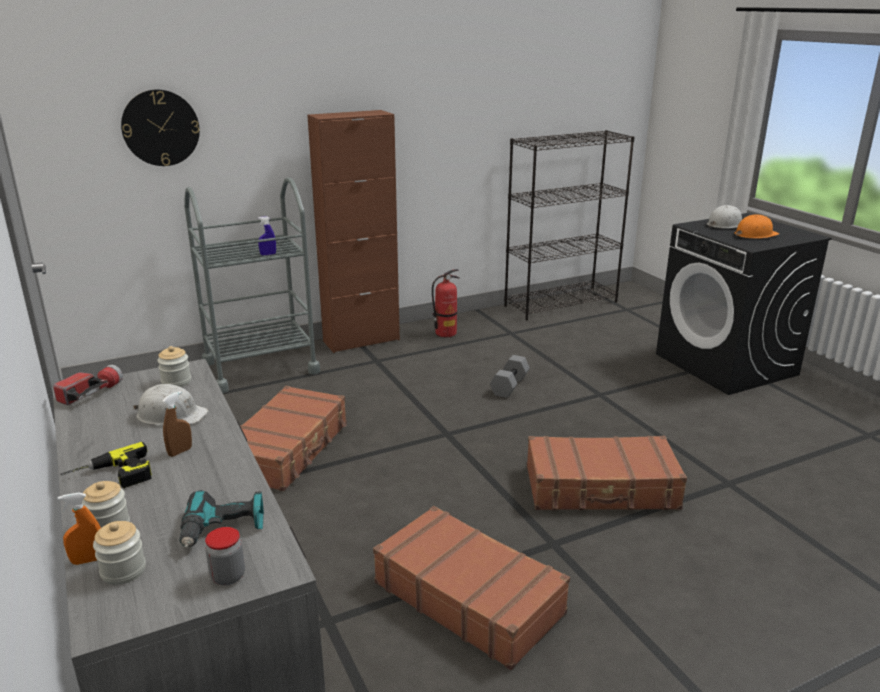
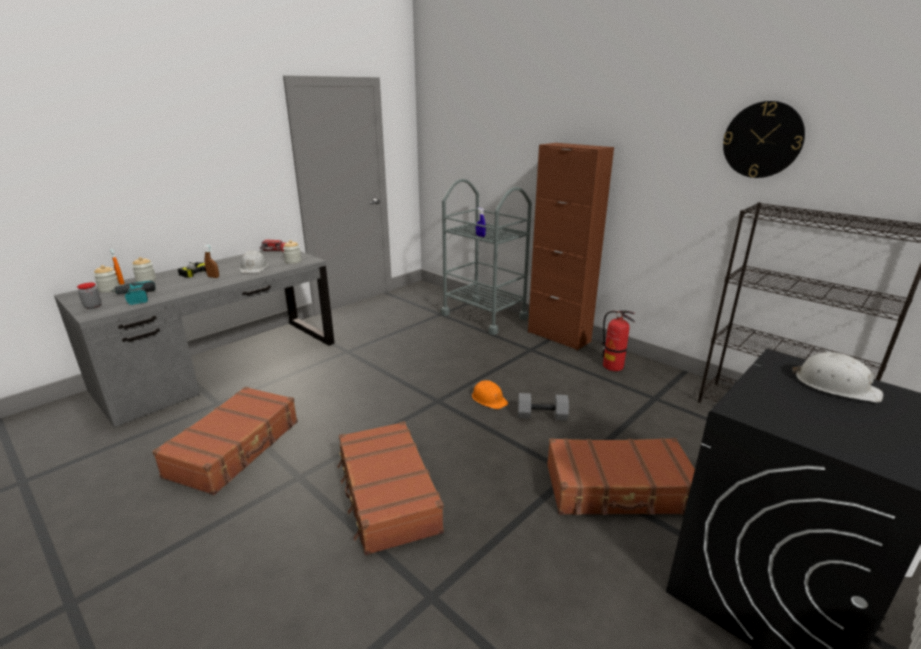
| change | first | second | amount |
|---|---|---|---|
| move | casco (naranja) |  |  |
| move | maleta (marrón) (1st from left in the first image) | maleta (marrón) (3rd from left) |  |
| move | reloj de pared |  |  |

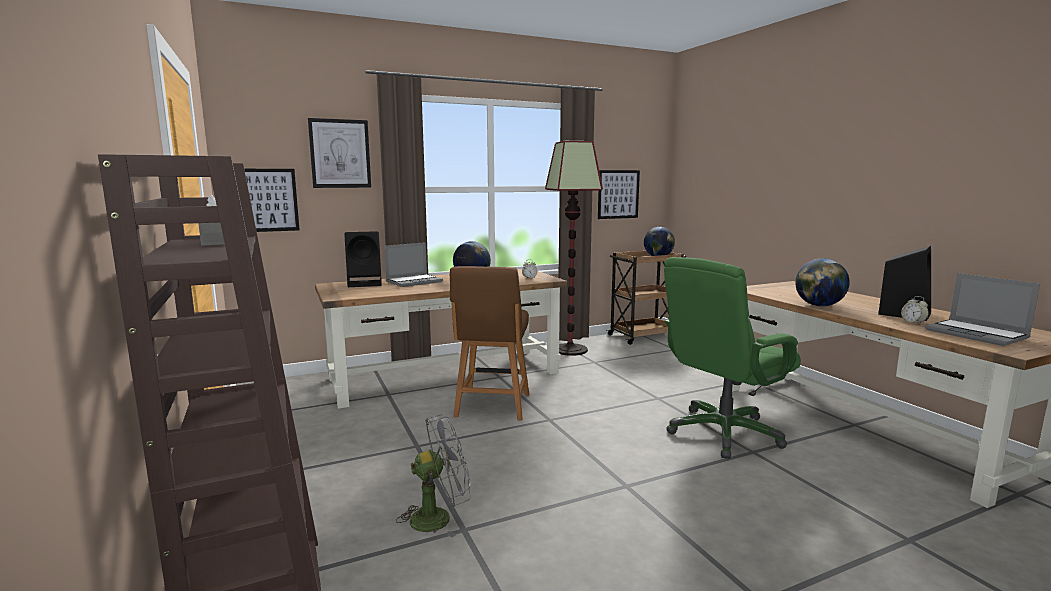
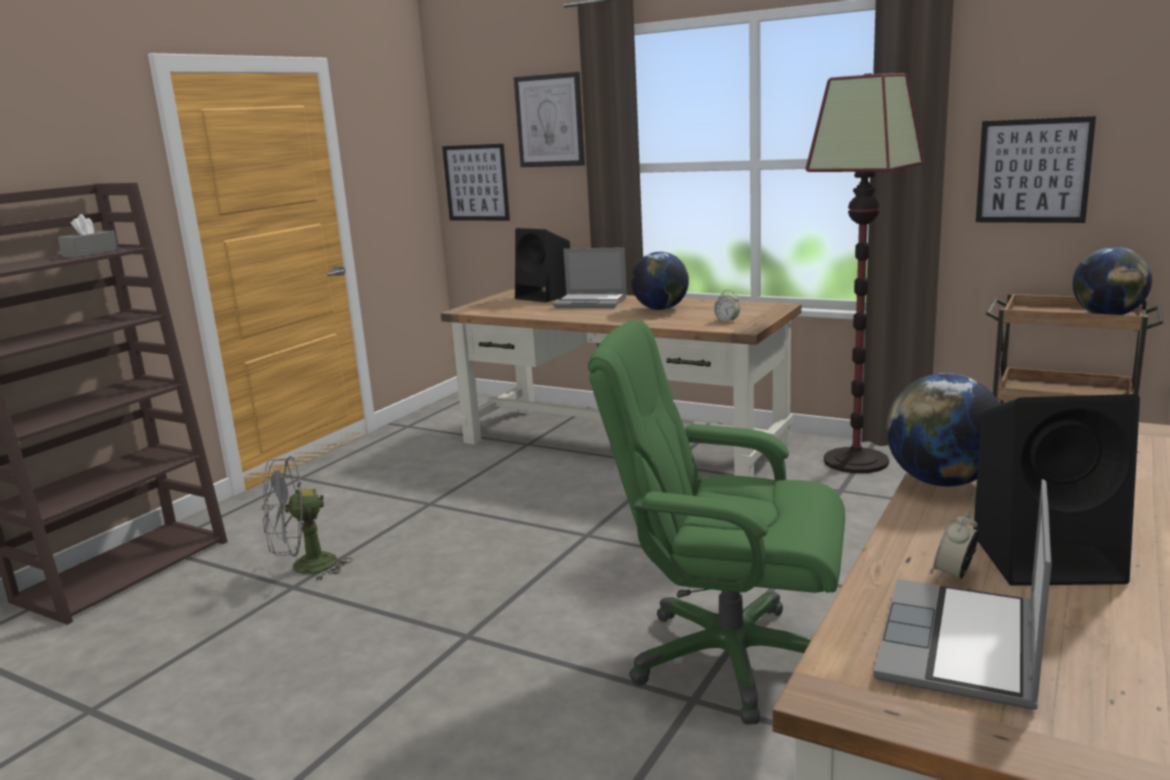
| change | first | second | amount |
|---|---|---|---|
| rotate | ventilador (gris) |  | 120 degrees clockwise |
| delete | silla (marrón) |  |  |

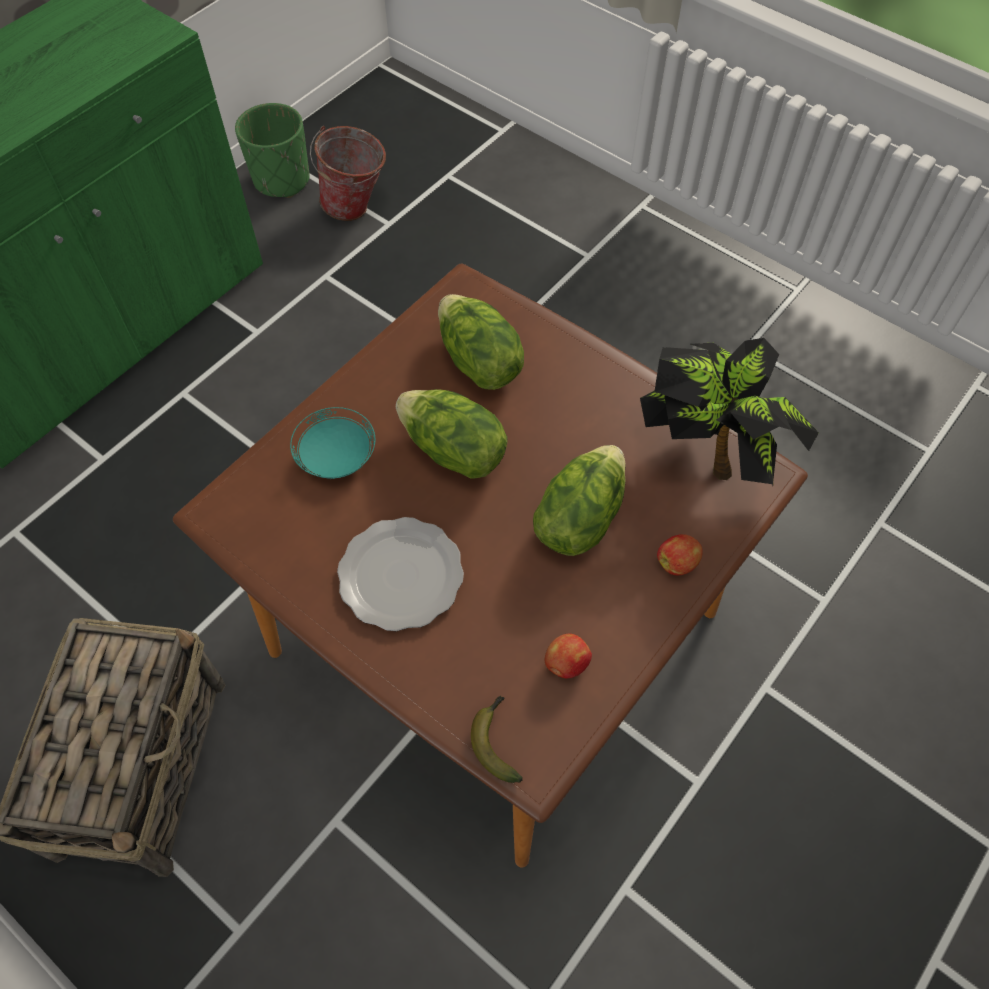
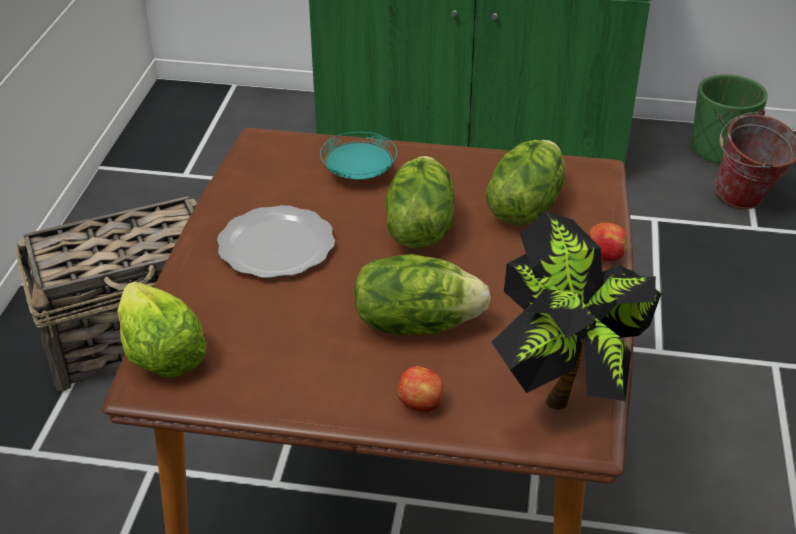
| change | first | second | amount |
|---|---|---|---|
| replace | plátano | lechuga (1st from left) |  |
| move | manzana (1st from left in the first image) | manzana (2nd from left) |  |

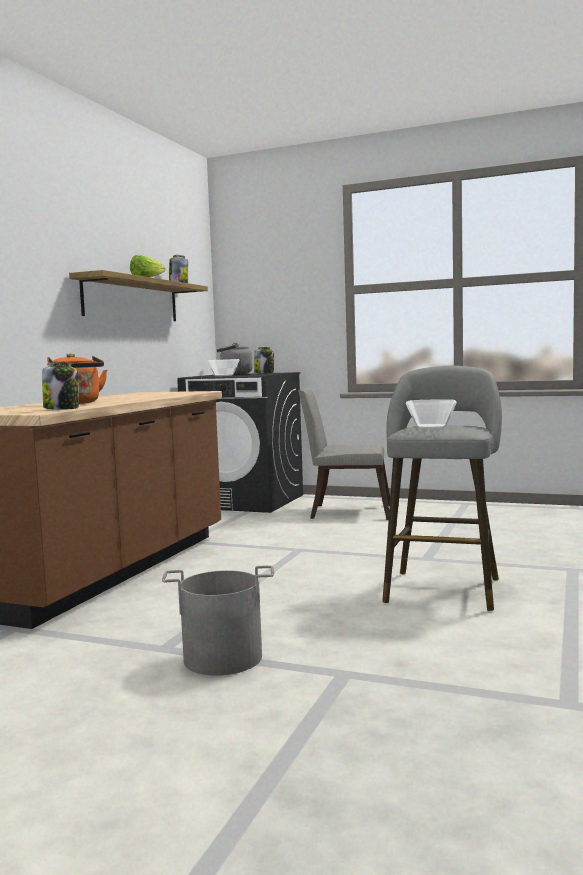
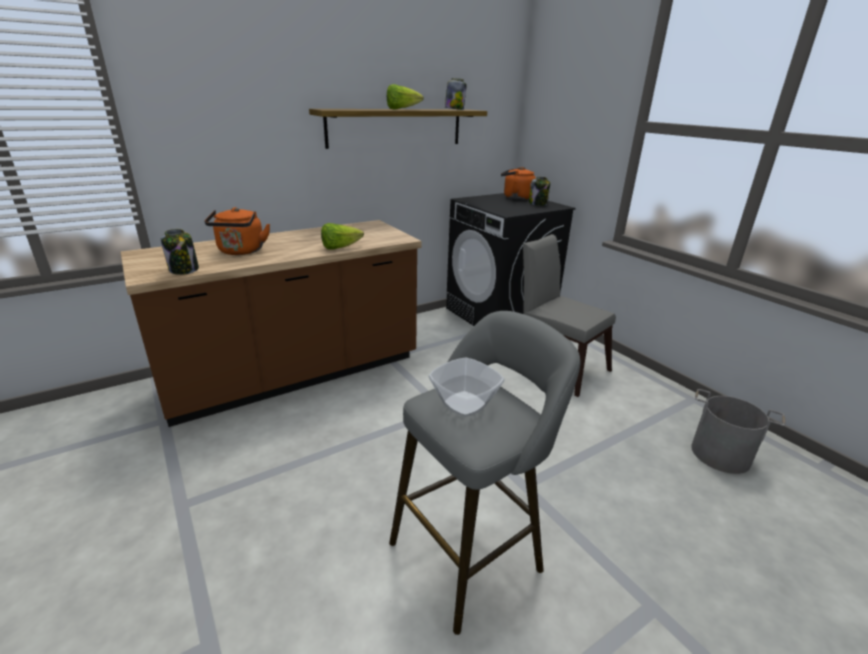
| change | first | second | amount |
|---|---|---|---|
| insert |  | lechuga (1st from left) |  |
| recolor | hervidor (gris) | hervidor (naranja) (2nd from left) |  |
| move | cubo (gris) |  |  |
| delete | cuenco (1st from left) |  |  |

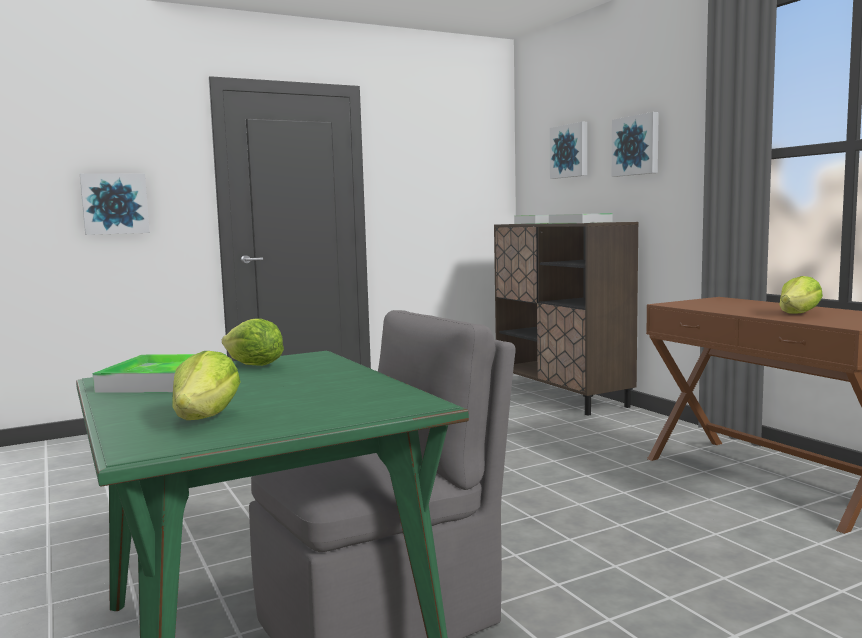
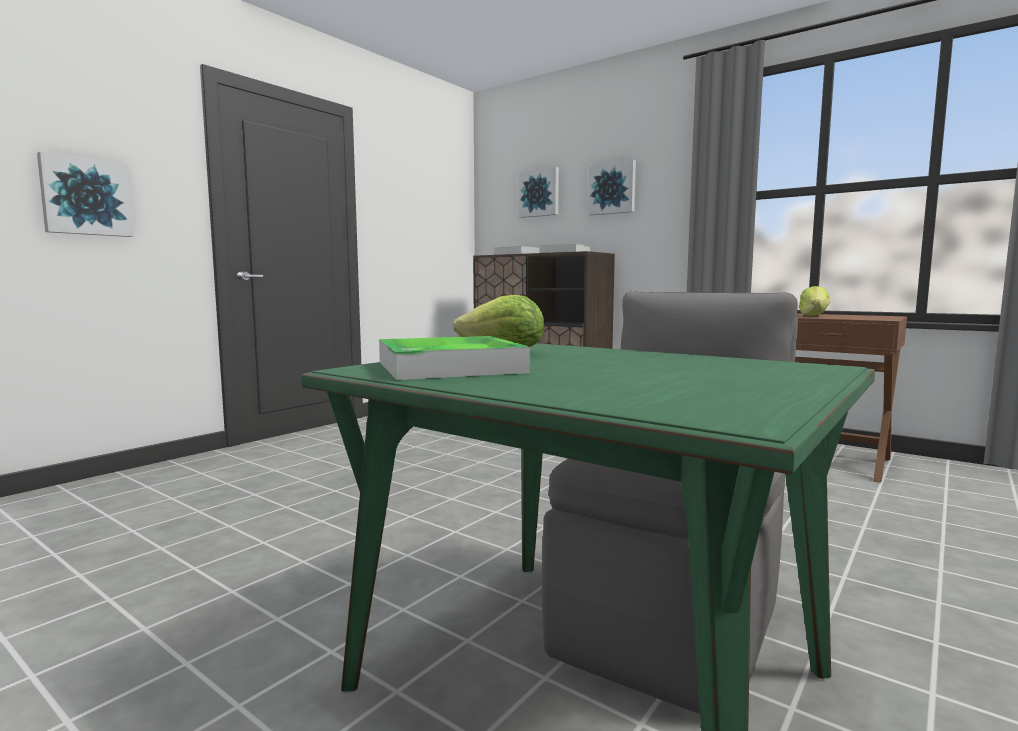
| change | first | second | amount |
|---|---|---|---|
| delete | lechuga (1st from left) |  |  |

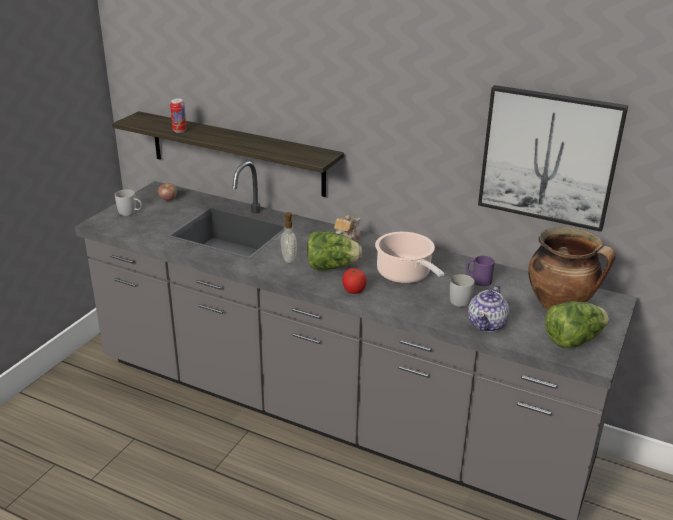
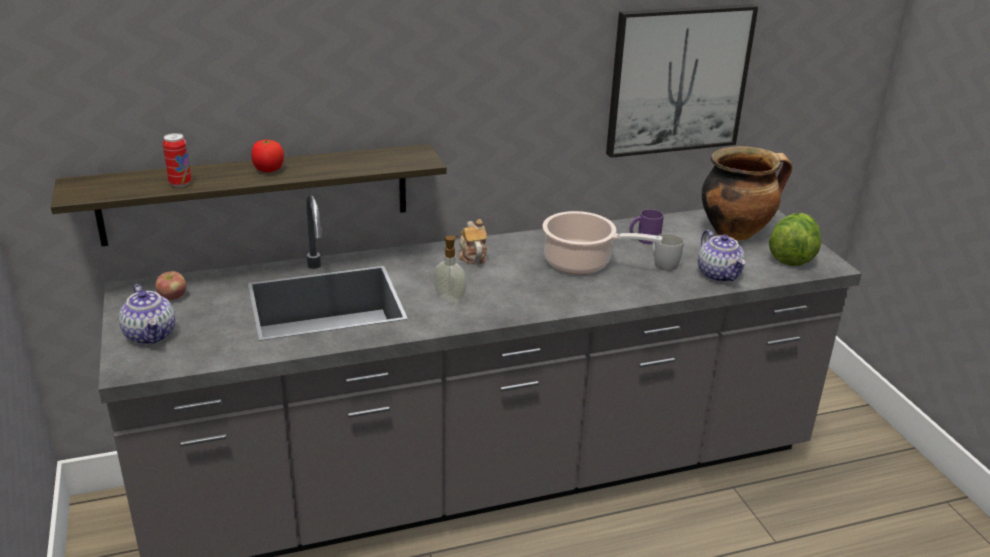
| change | first | second | amount |
|---|---|---|---|
| replace | taza grande (blanco) (1st from left) | tetera (1st from left) |  |
| move | tomate |  |  |
| delete | lechuga (1st from left) |  |  |

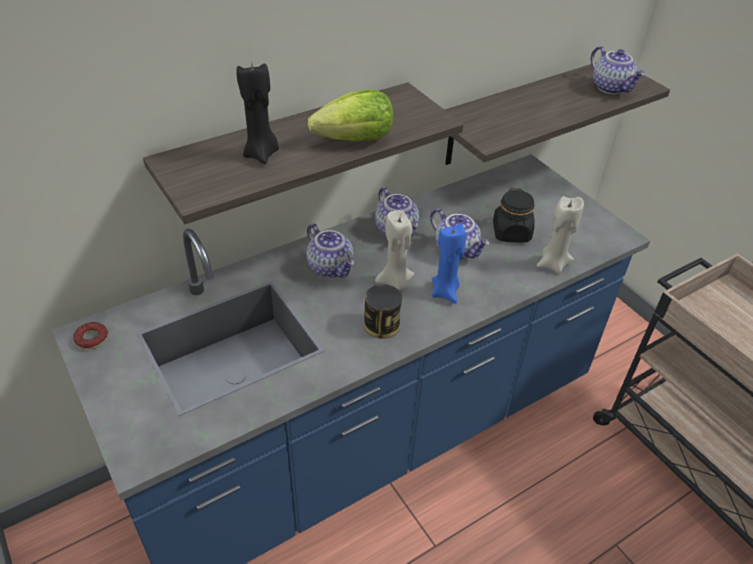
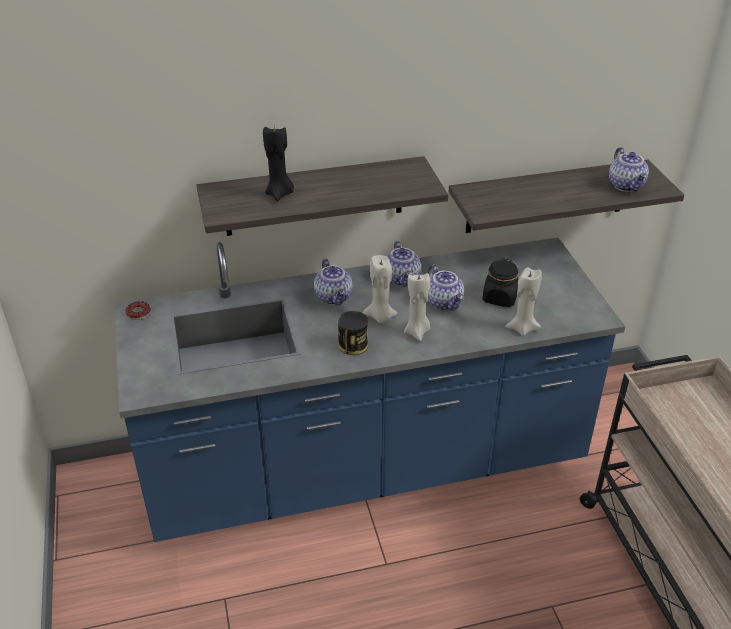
| change | first | second | amount |
|---|---|---|---|
| recolor | vela (azul) | vela (beis) (2nd from left) |  |
| delete | lechuga |  |  |

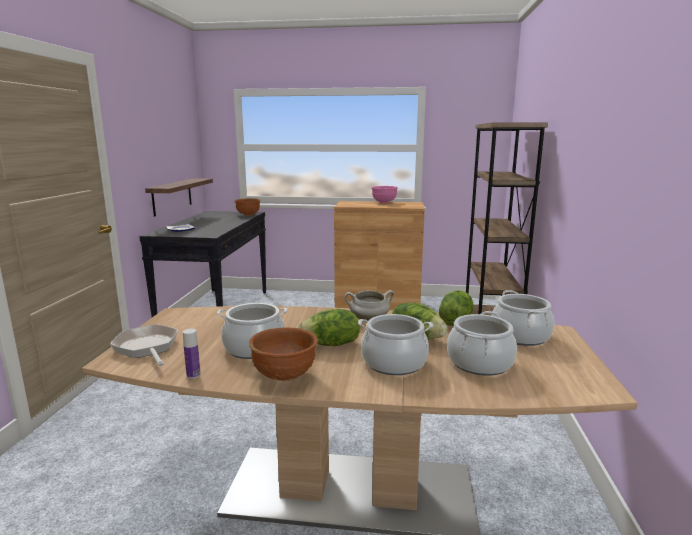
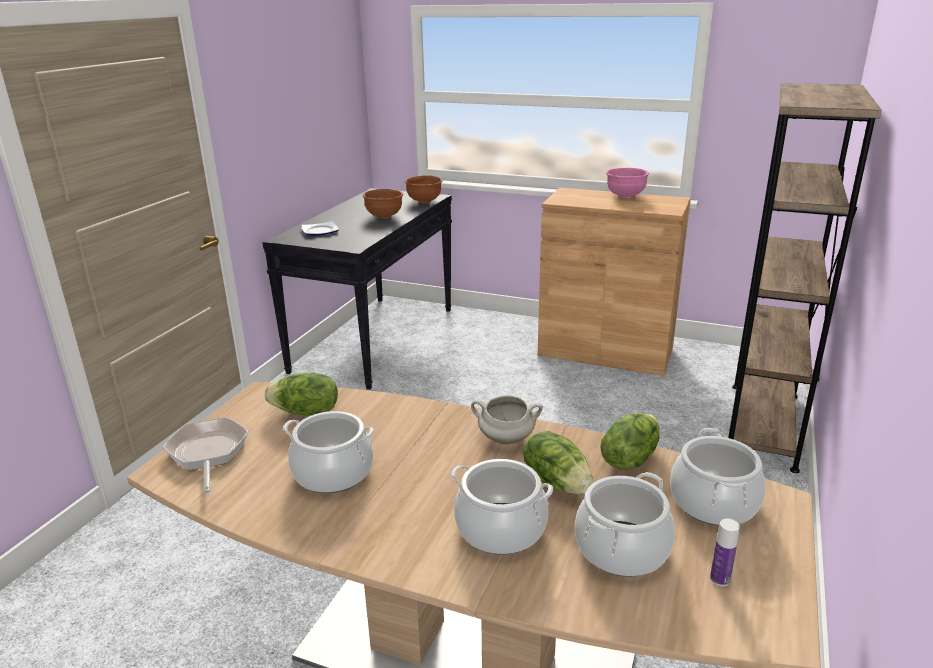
| change | first | second | amount |
|---|---|---|---|
| move | lechuga (1st from left) |  |  |
| move | cuenco (marrón) (2nd from left in the first image) | cuenco (marrón) (1st from left) |  |
| move | botella |  |  |
| delete | estante |  |  |

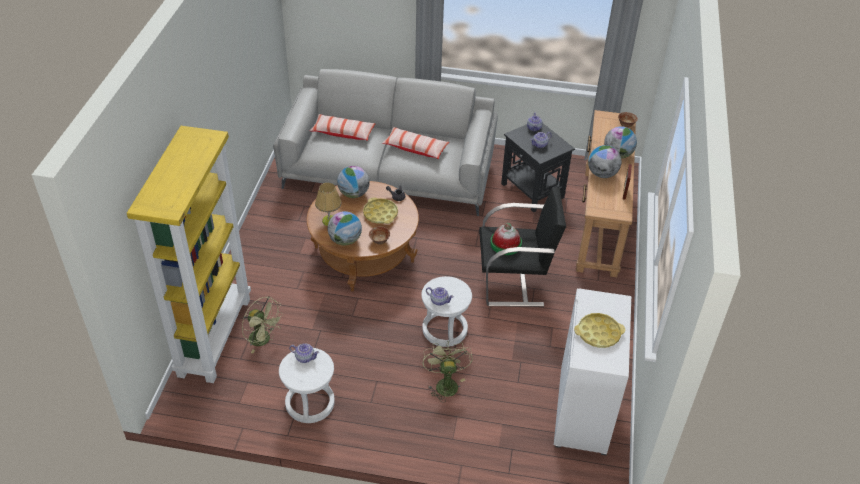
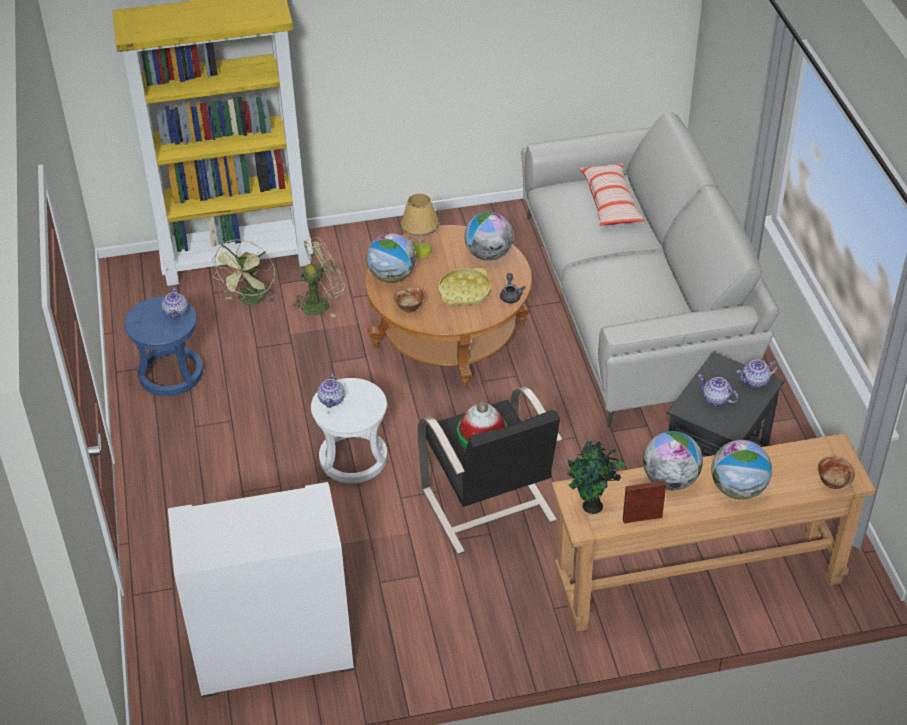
| change | first | second | amount |
|---|---|---|---|
| recolor | taburete (blanco) (1st from left) | taburete (azul) |  |
| move | ventilador (verde) (2nd from left) |  |  |
| insert |  | planta en maceta |  |
| delete | cojín (2nd from left) |  |  |
| delete | bandeja (amarillo) (2nd from left) |  |  |

